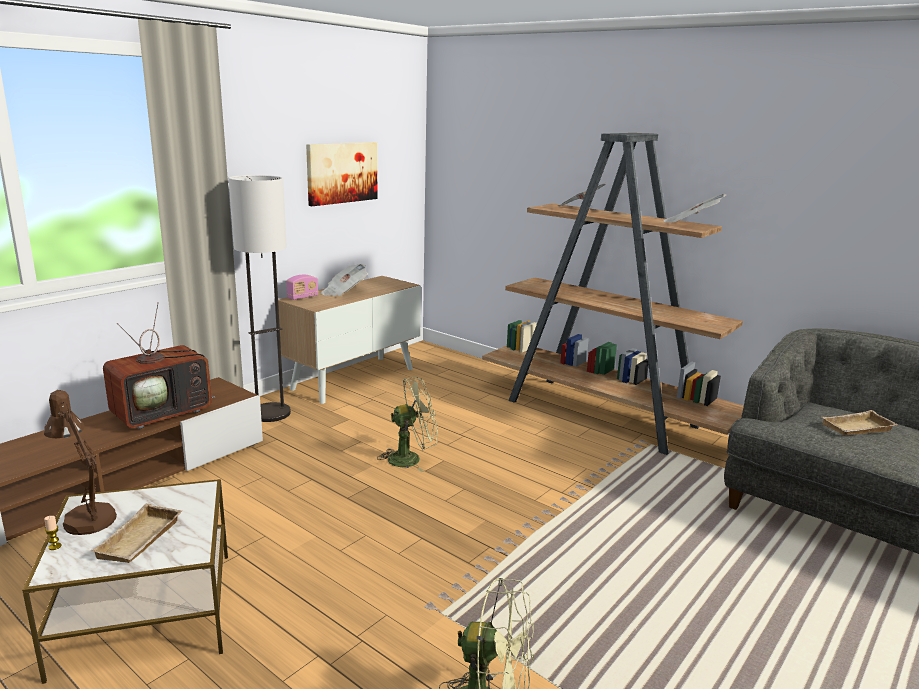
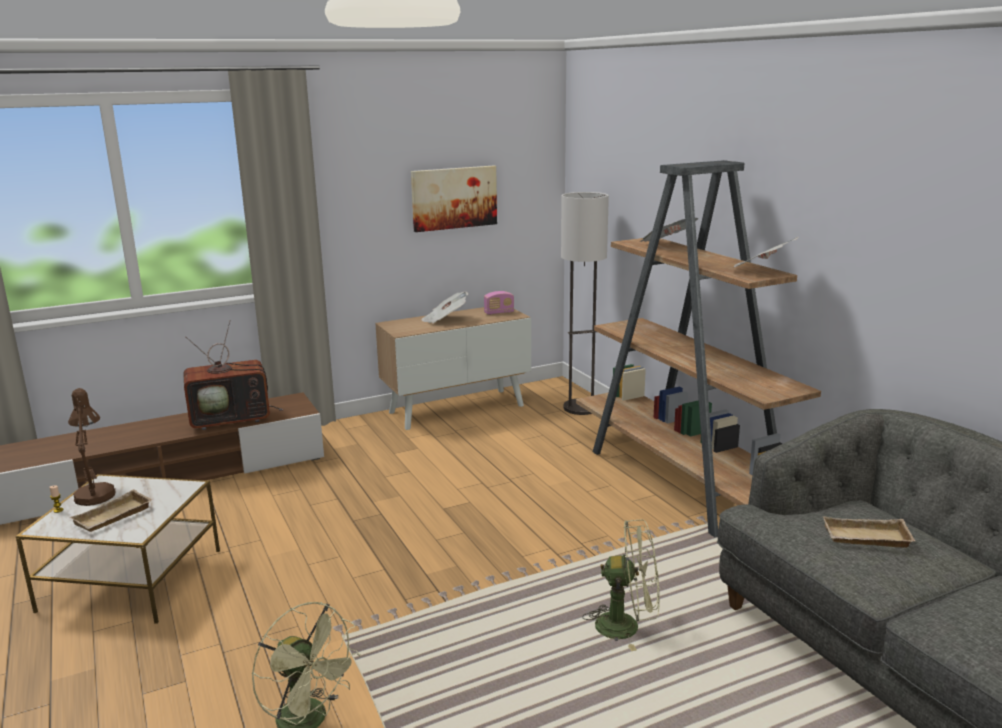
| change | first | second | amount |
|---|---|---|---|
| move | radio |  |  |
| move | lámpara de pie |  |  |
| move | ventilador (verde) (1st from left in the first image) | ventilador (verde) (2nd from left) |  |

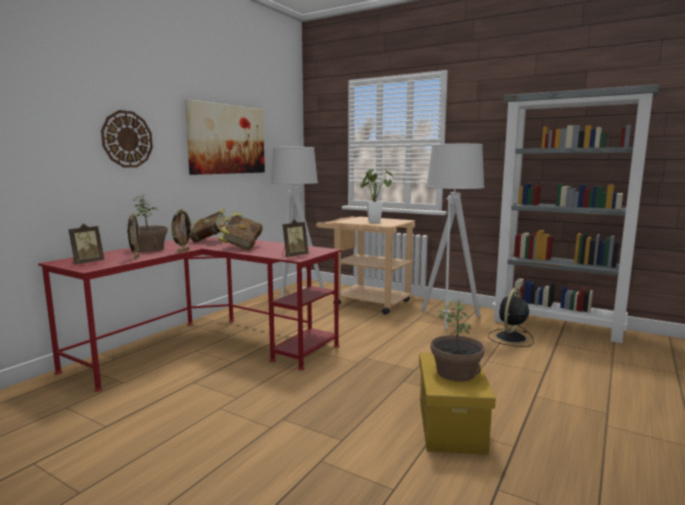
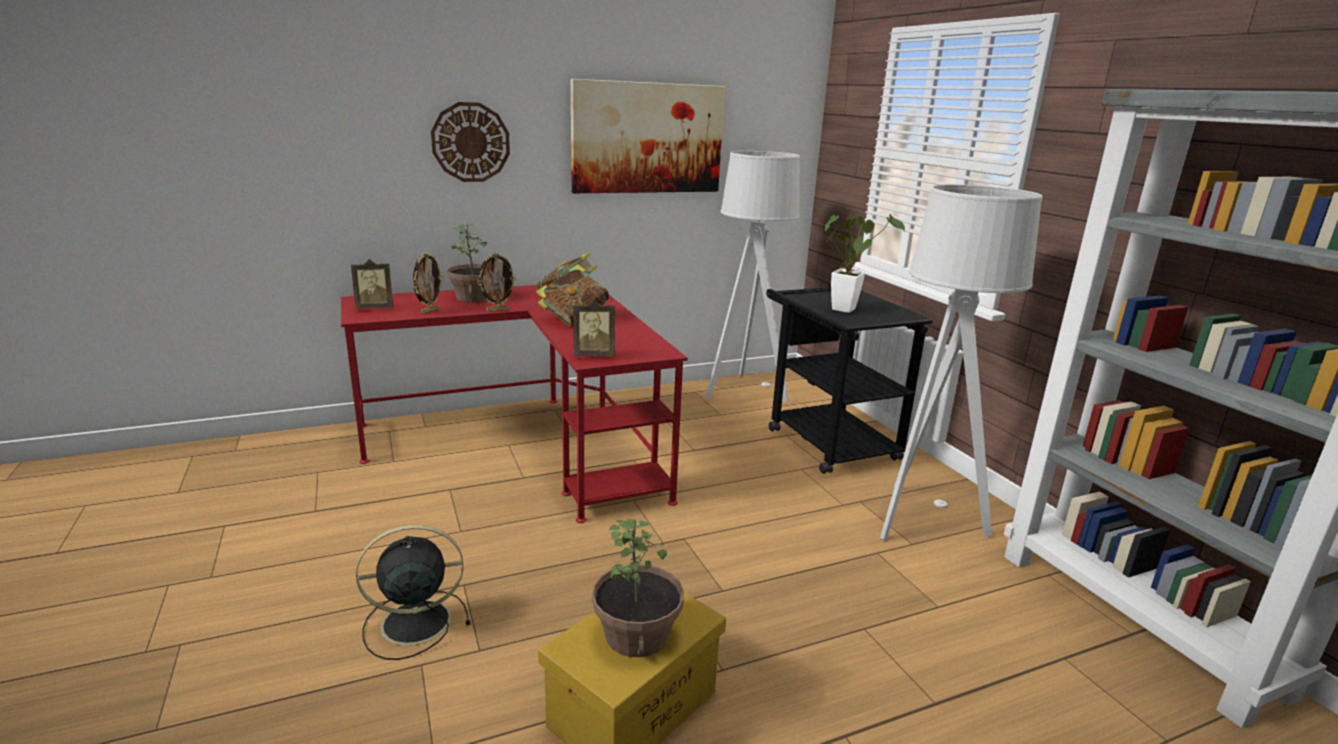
| change | first | second | amount |
|---|---|---|---|
| move | ventilador (negro) |  |  |
| recolor | carrito (beis) | carrito (negro) |  |

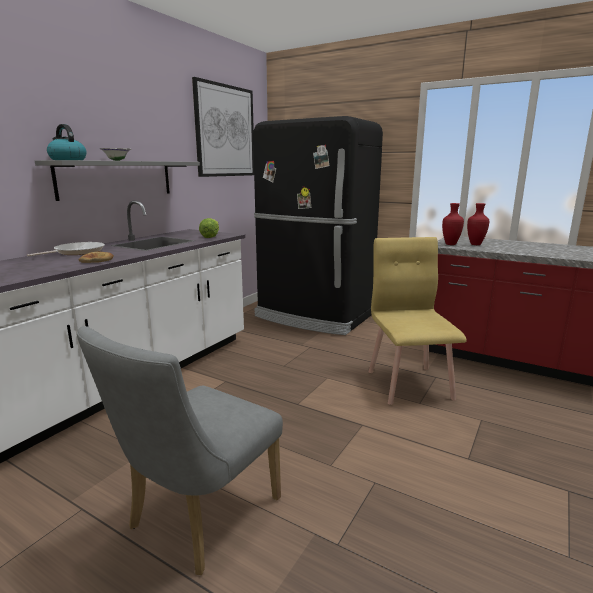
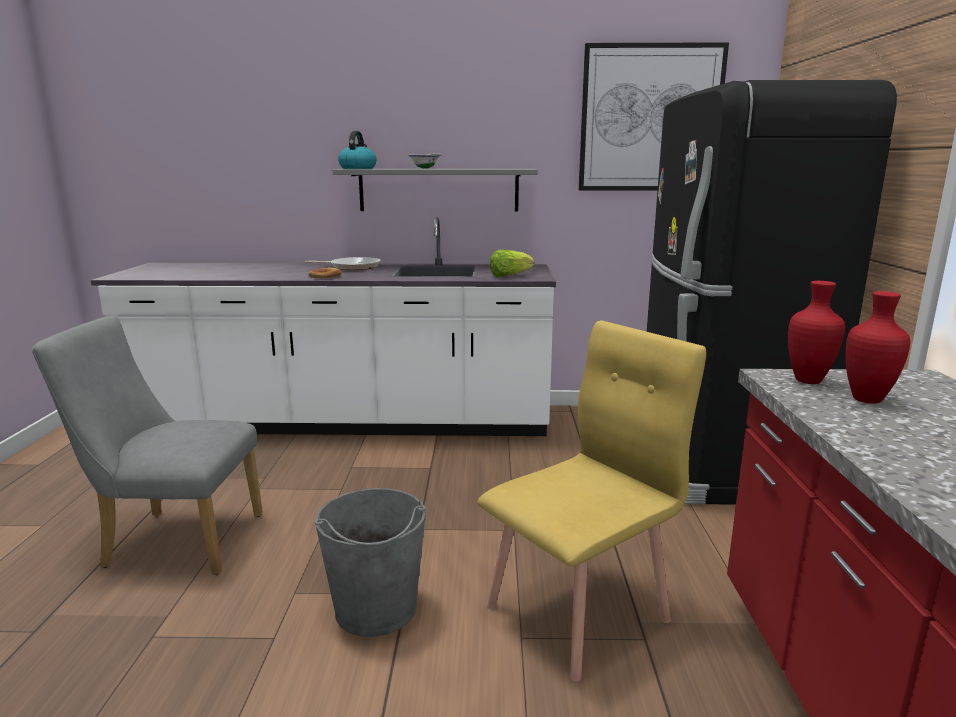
| change | first | second | amount |
|---|---|---|---|
| insert |  | cubo (gris) |  |

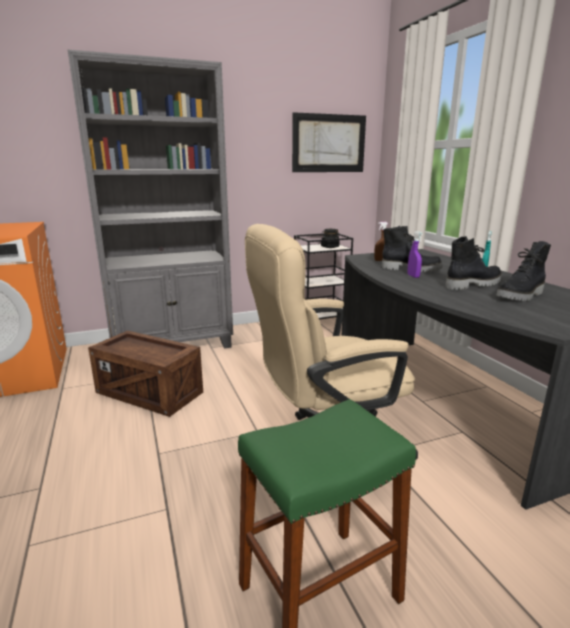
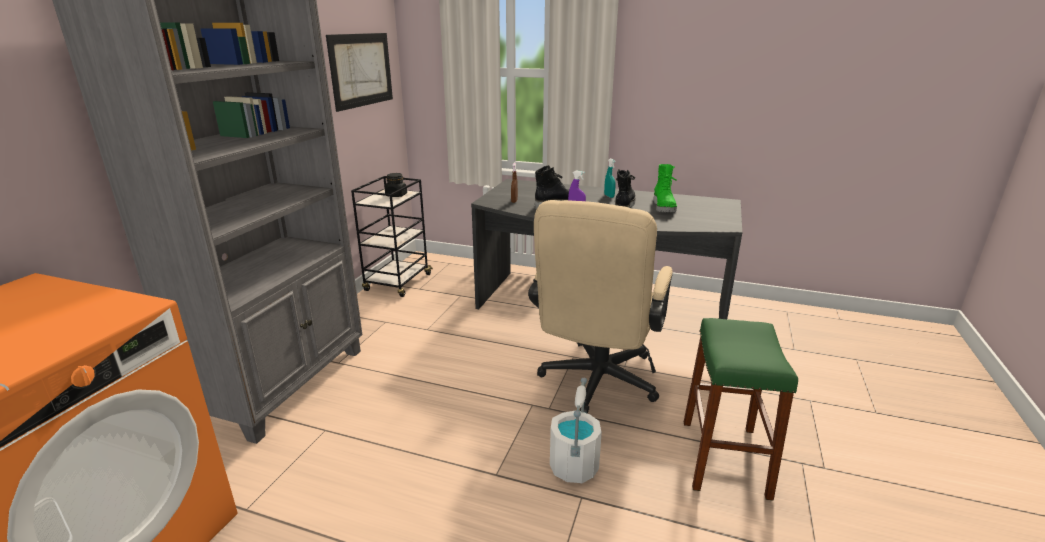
| change | first | second | amount |
|---|---|---|---|
| insert |  | cubo (blanco) |  |
| recolor | bota (negro) (3rd from left) | bota (verde) |  |
| delete | caja de embalaje |  |  |

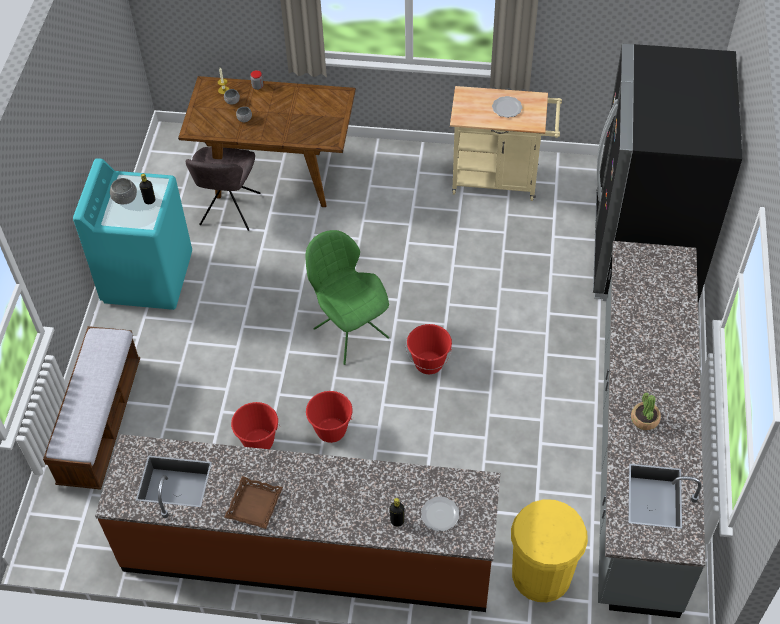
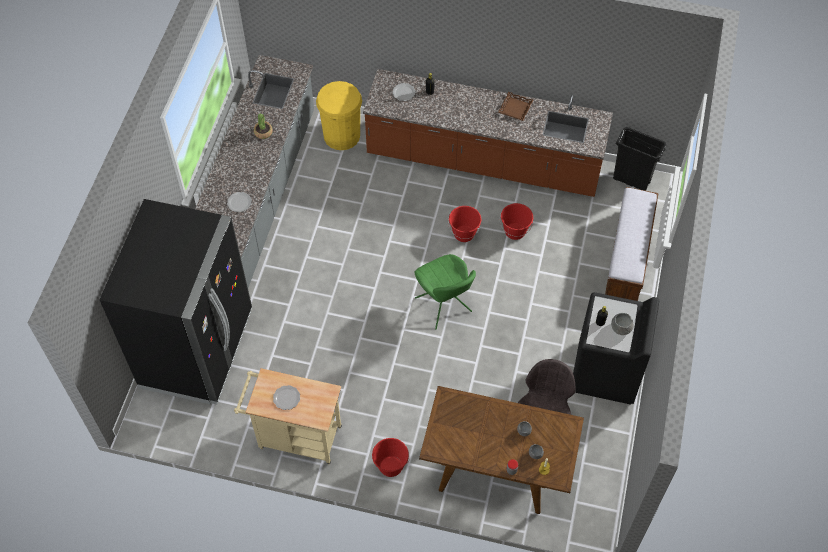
| change | first | second | amount |
|---|---|---|---|
| insert |  | plato (1st from left) |  |
| move | cubo (rojo) (3rd from left in the first image) | cubo (rojo) (1st from left) |  |
| recolor | lavadora (turquesa) | lavadora (negro) |  |
| insert |  | papelera (negro) |  |

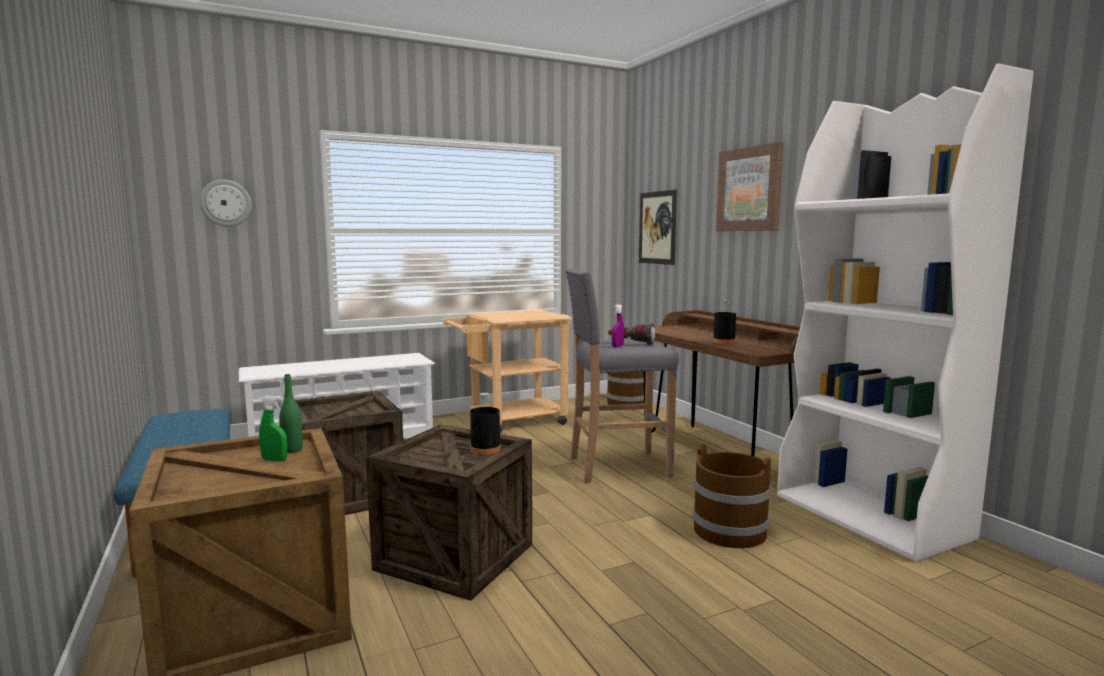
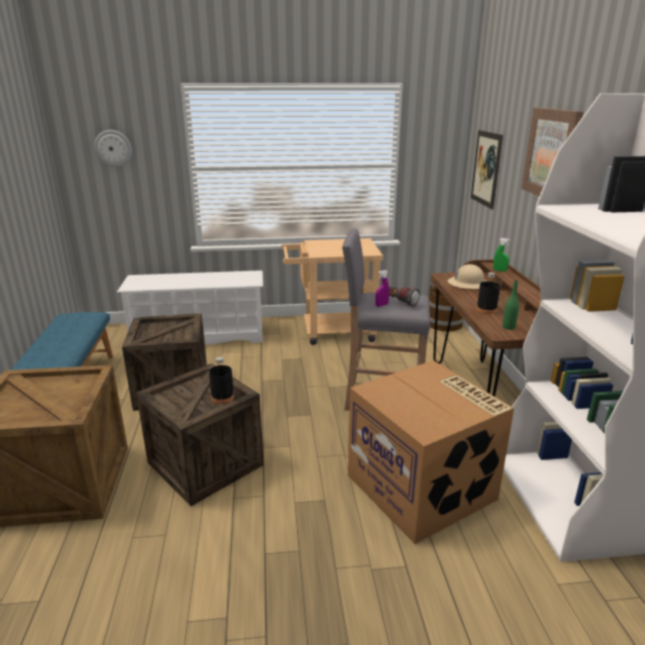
| change | first | second | amount |
|---|---|---|---|
| replace | cubo (marrón) (2nd from left) | caja de cartón |  |
| insert |  | casco (beis) |  |
| move | pulverizador (verde) |  |  |
| move | botella (verde) |  |  |

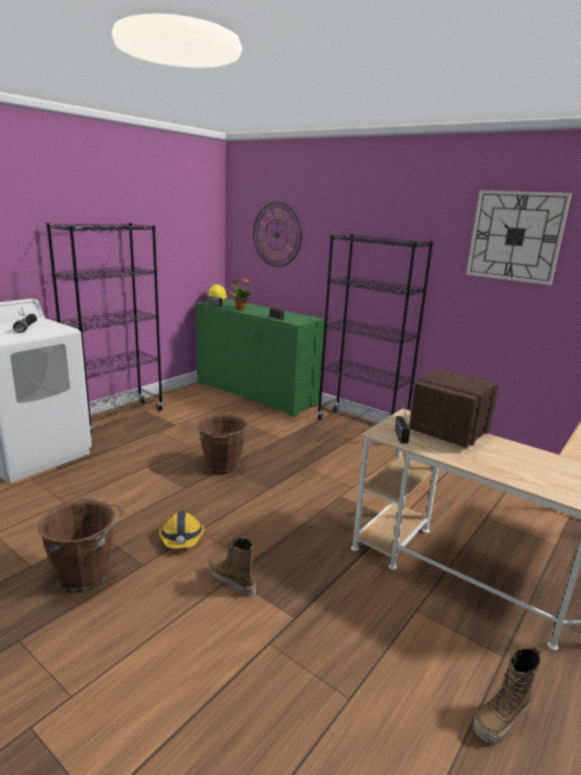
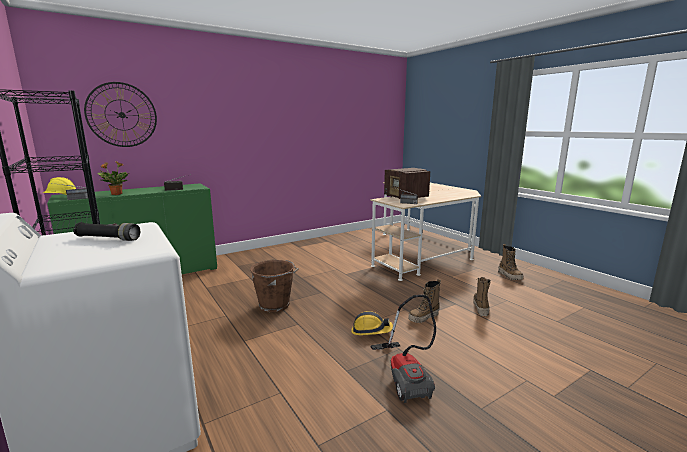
| change | first | second | amount |
|---|---|---|---|
| replace | cubo (marrón) (1st from left) | aspiradora |  |
| insert |  | bota (2nd from left) |  |
| delete | estantería (negro) (2nd from left) |  |  |
| delete | reloj de pared (2nd from left) |  |  |

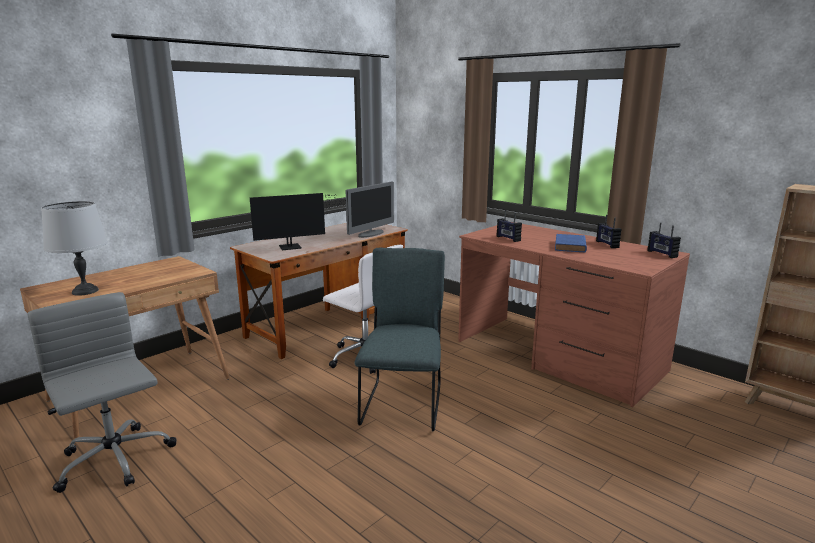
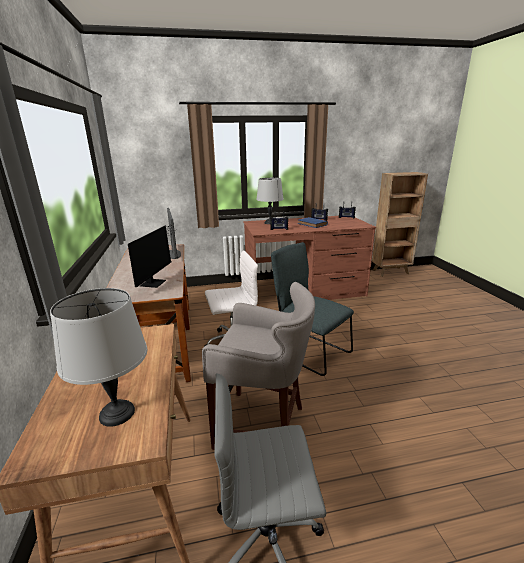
| change | first | second | amount |
|---|---|---|---|
| insert |  | taburete (gris) |  |
| insert |  | lámpara de mesa (gris) (2nd from left) |  |

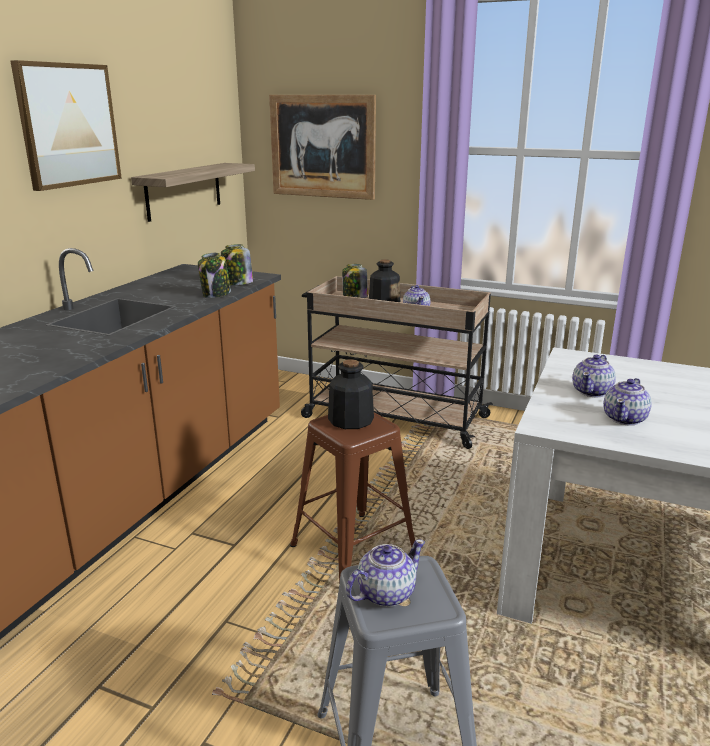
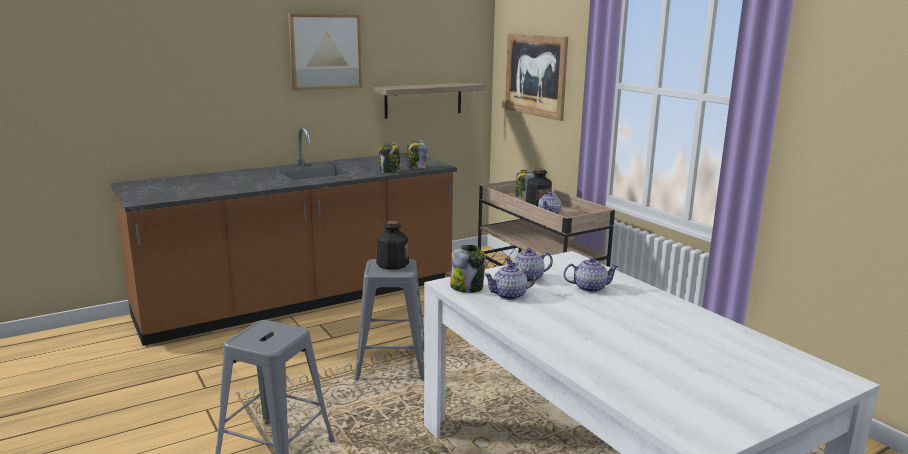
| change | first | second | amount |
|---|---|---|---|
| recolor | taburete (marrón) | taburete (gris) (2nd from left) |  |
| insert |  | tarro (3rd from left) |  |
| move | tetera (1st from left in the first image) | tetera (4th from left) |  |

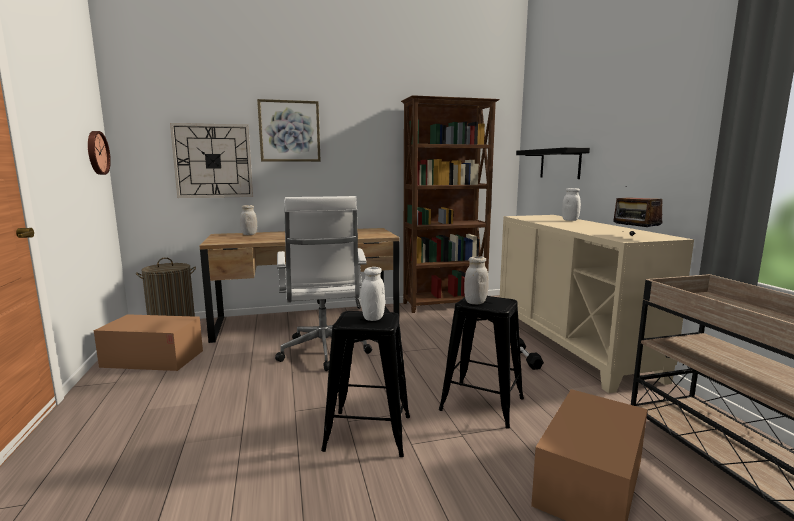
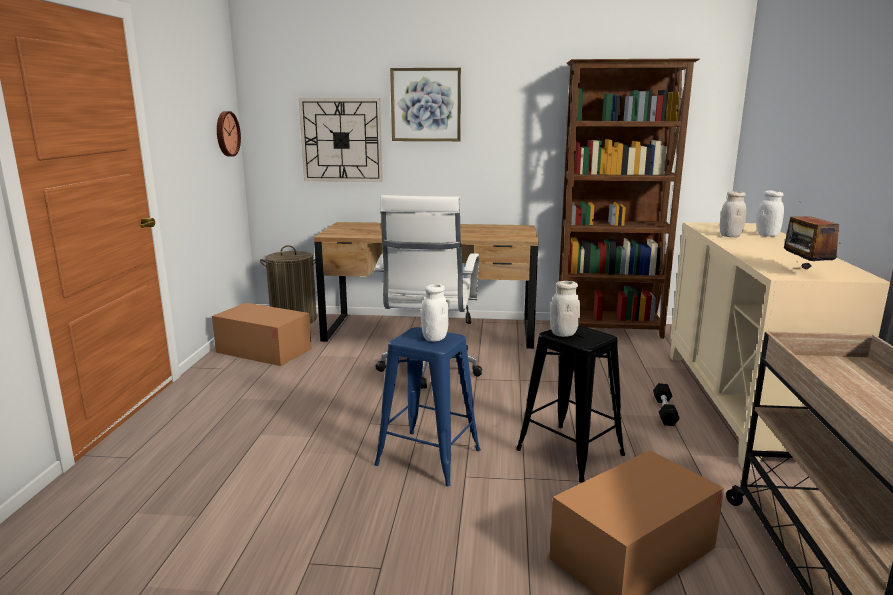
| change | first | second | amount |
|---|---|---|---|
| recolor | taburete (negro) (1st from left) | taburete (azul) |  |
| move | tarro (blanco) (1st from left in the first image) | tarro (blanco) (3rd from left) |  |
| delete | estante (negro) |  |  |

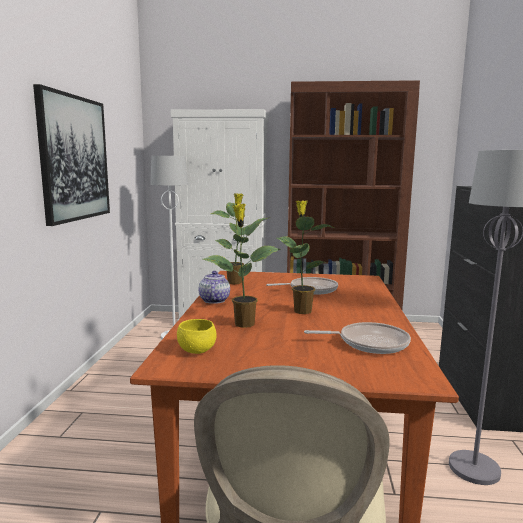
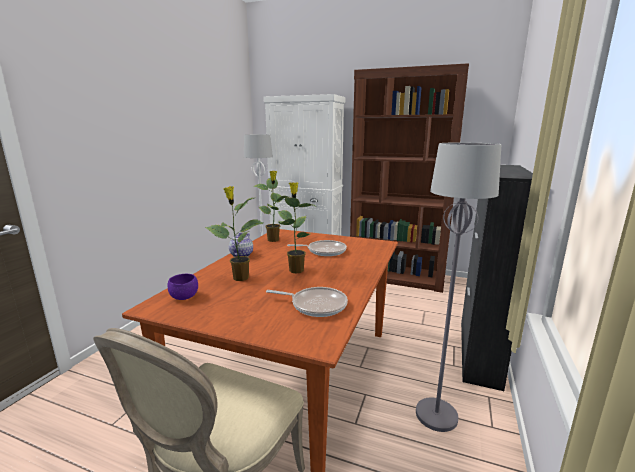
| change | first | second | amount |
|---|---|---|---|
| recolor | cuenco (amarillo) | cuenco (morado) |  |
| delete | cuadro |  |  |

